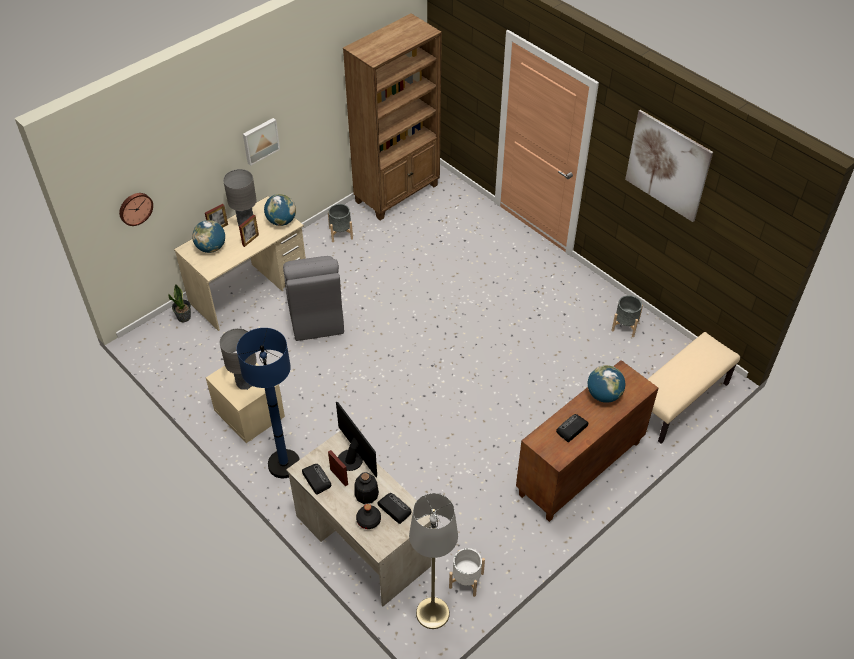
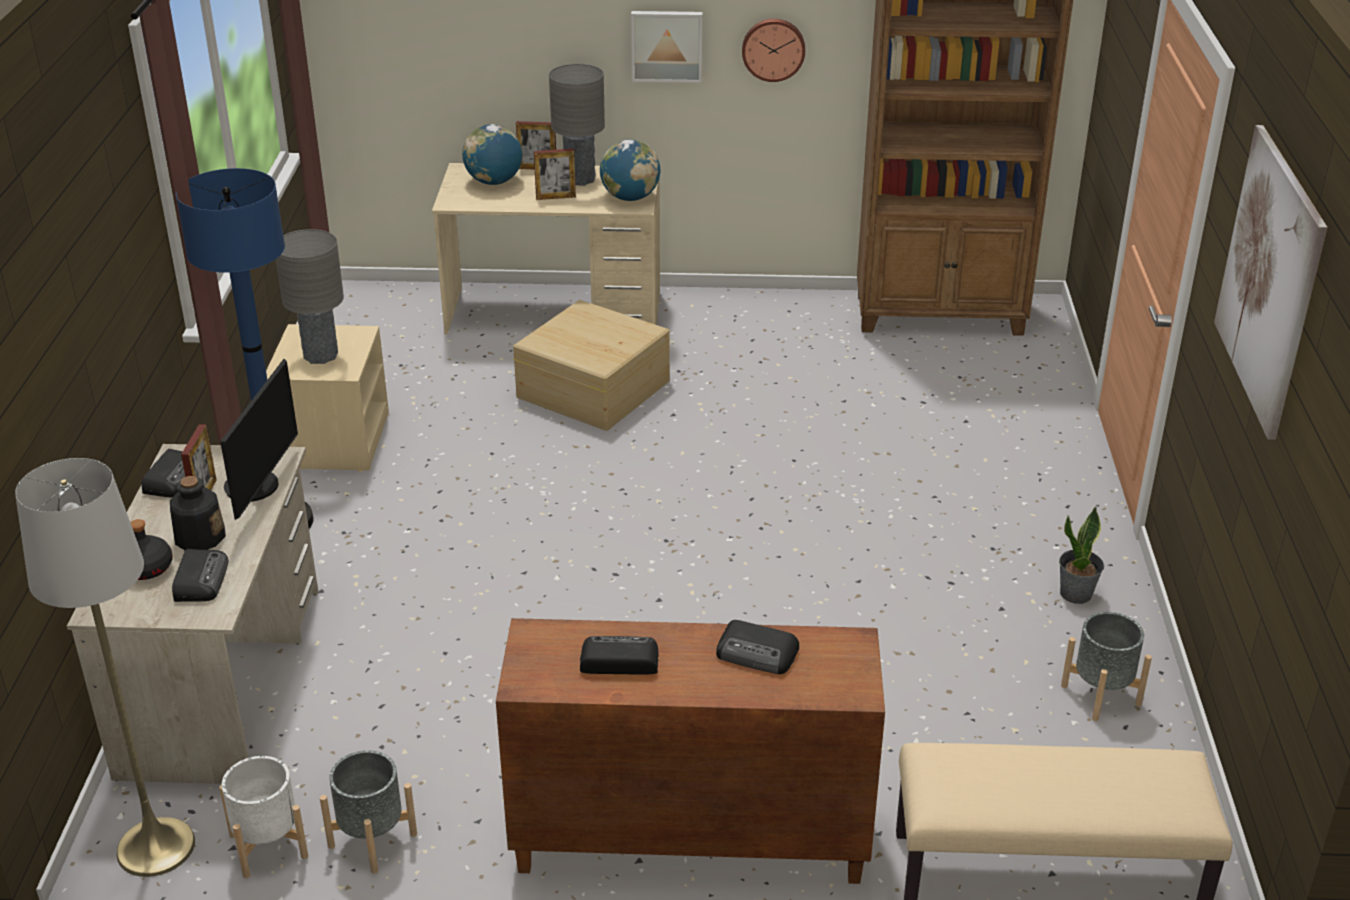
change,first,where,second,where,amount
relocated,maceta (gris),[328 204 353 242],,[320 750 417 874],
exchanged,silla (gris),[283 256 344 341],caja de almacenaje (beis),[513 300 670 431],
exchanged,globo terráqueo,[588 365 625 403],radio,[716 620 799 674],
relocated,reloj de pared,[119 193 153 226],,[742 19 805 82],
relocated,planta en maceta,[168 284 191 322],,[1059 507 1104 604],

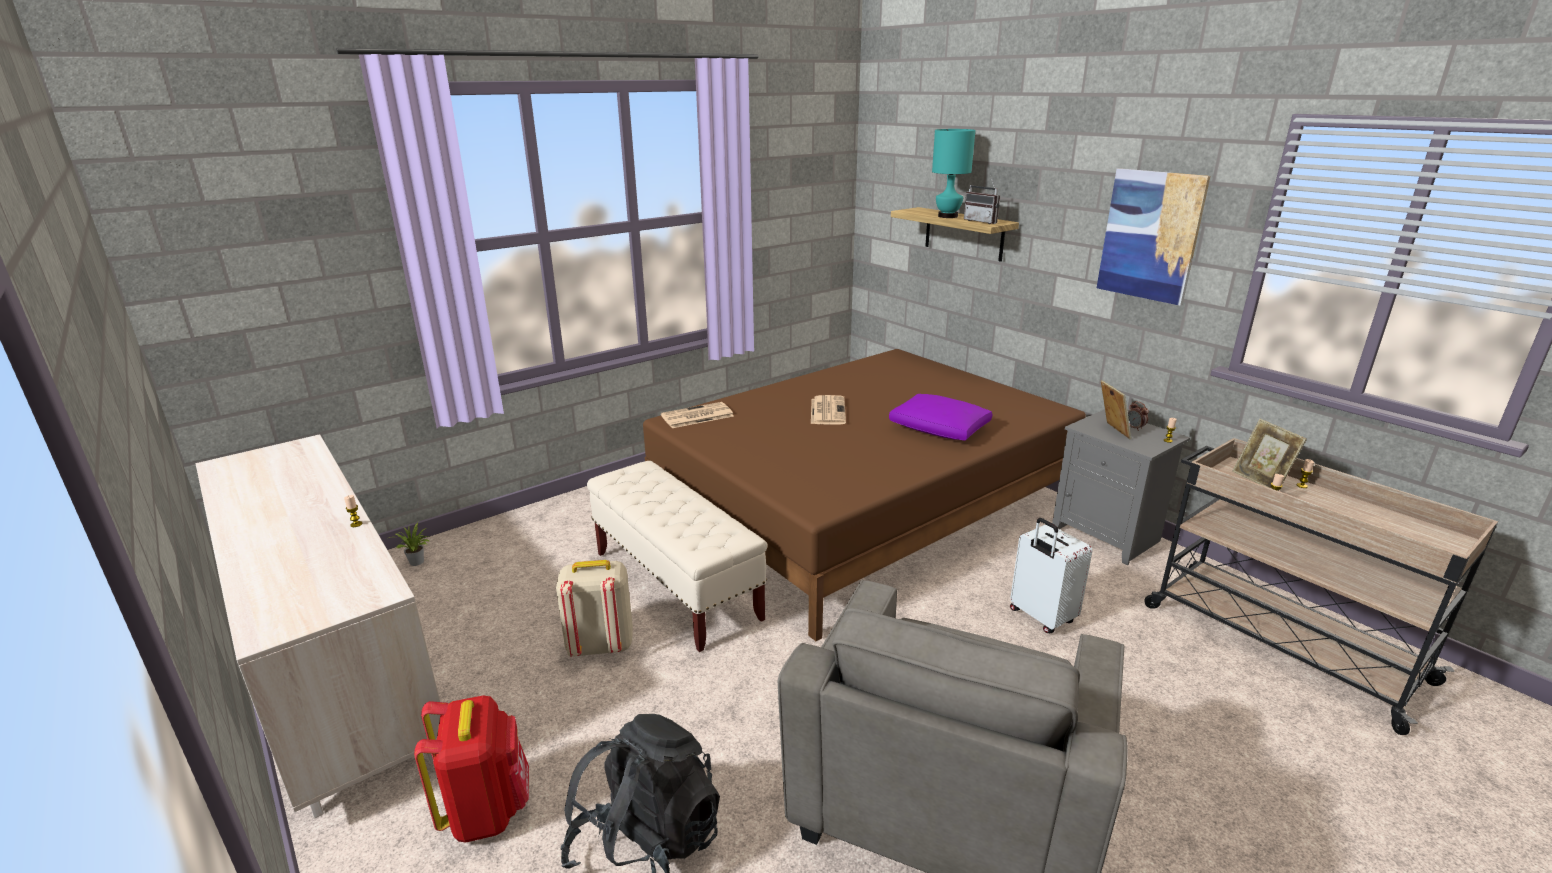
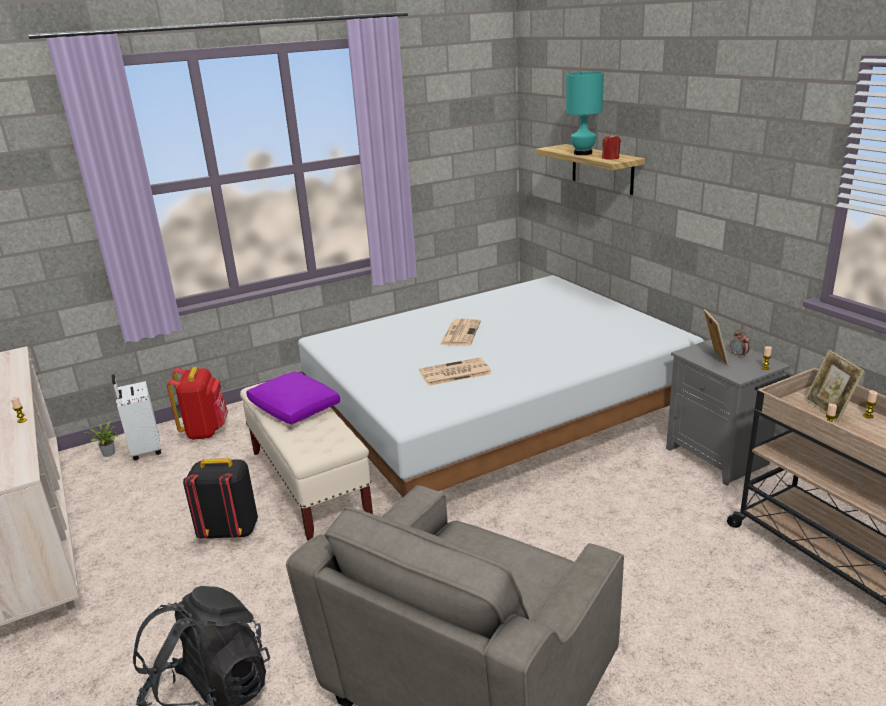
change,first,where,second,where,amount
relocated,maleta (blanco),[1010 518 1092 633],,[112 374 162 460],
relocated,mochila (rojo),[414 696 529 843],,[167 367 228 440],
colour,mochila (beis),[556 560 633 657],mochila (negro),[183 458 258 539],
relocated,cojín (morado),[889 394 992 441],,[246 372 340 425],
colour,cama (marrón),[643 349 1086 641],cama (blanco),[298 275 704 497],
relocated,periódico,[661 402 734 428],,[419 357 492 386],
exchanged,radio,[964 177 1000 224],vela (rojo),[602 134 621 160],
missing,cuadro,[1097 168 1210 306],,,

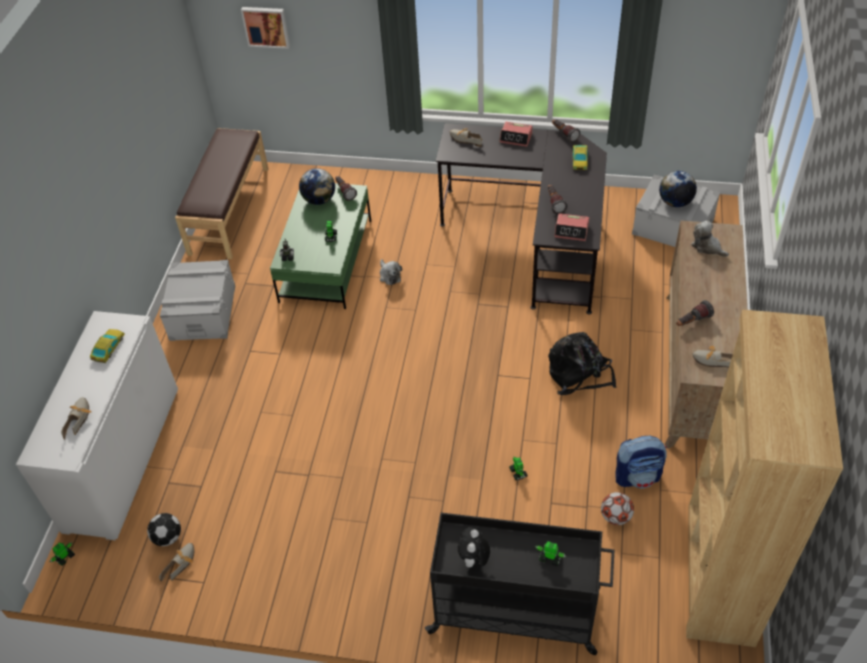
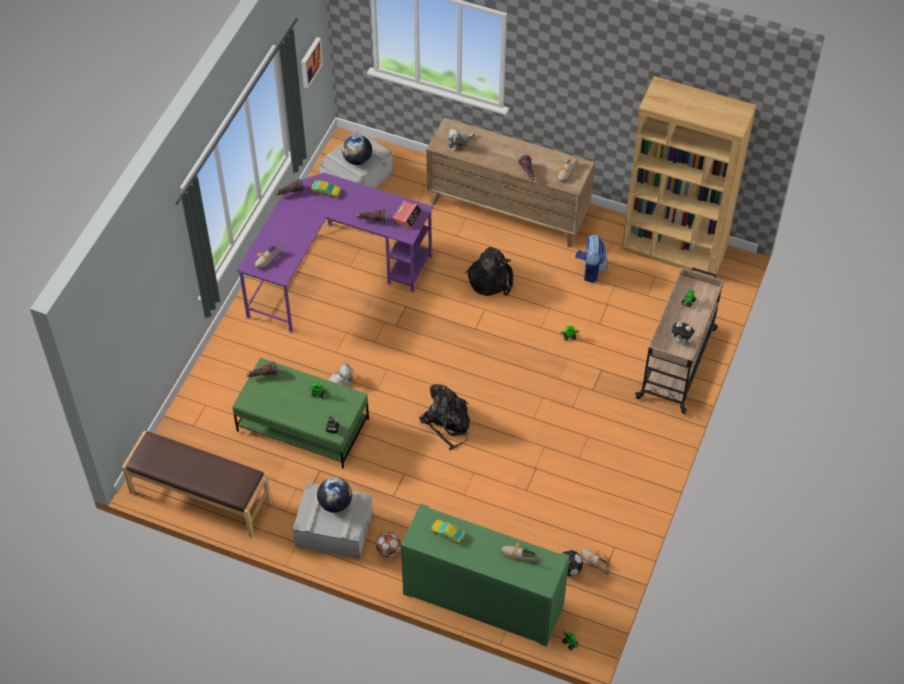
change,first,where,second,where,amount
colour,escritorio (negro),[436 123 607 315],escritorio (morado),[237 173 433 333],
relocated,cuadro,[241 7 290 49],,[301 37 323 88],
relocated,globo terráqueo,[299 168 335 205],,[317 477 352 513],
relocated,balón de fútbol,[601 492 634 525],,[375 532 401 558],
colour,armario (blanco),[16 311 178 540],armario (verde),[401 504 570 647],
appeared,,,mochila (negro),[419 384 470 450],
colour,carrito (negro),[425 513 614 655],carrito (beis),[635 267 723 414],
missing,despertador,[499 122 533 147],,,

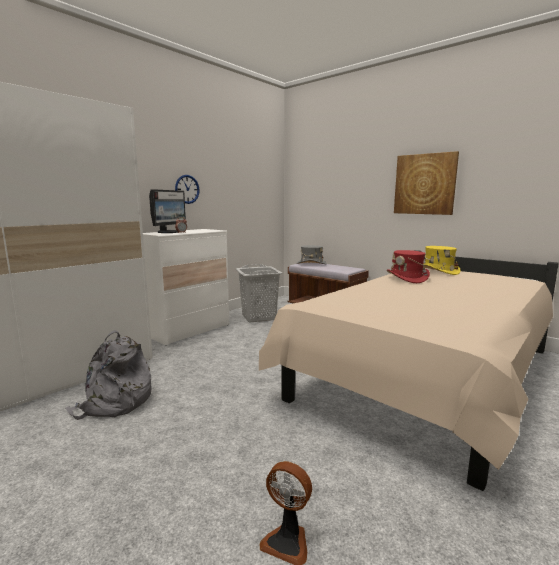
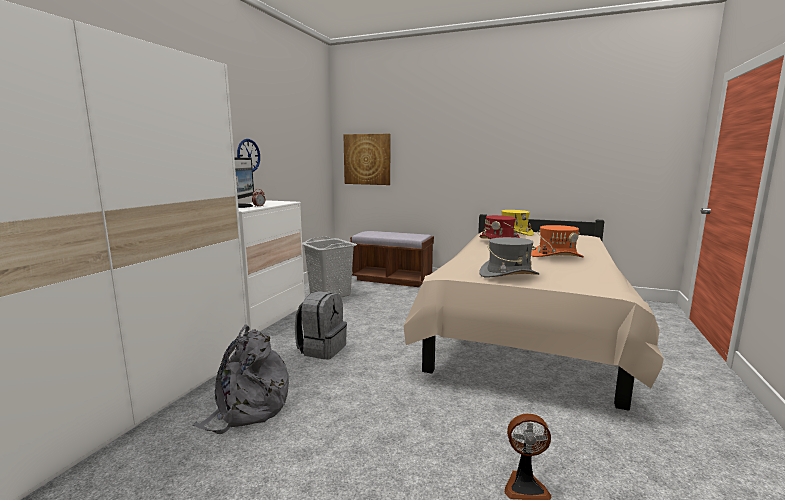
change,first,where,second,where,amount
appeared,,,mochila (gris),[295 291 347 360],
relocated,cuadro,[394 151 459 215],,[343 134 390 185],
relocated,sombrero (gris),[297 245 327 264],,[479 237 540 278],
appeared,,,sombrero (naranja),[531 225 584 257],

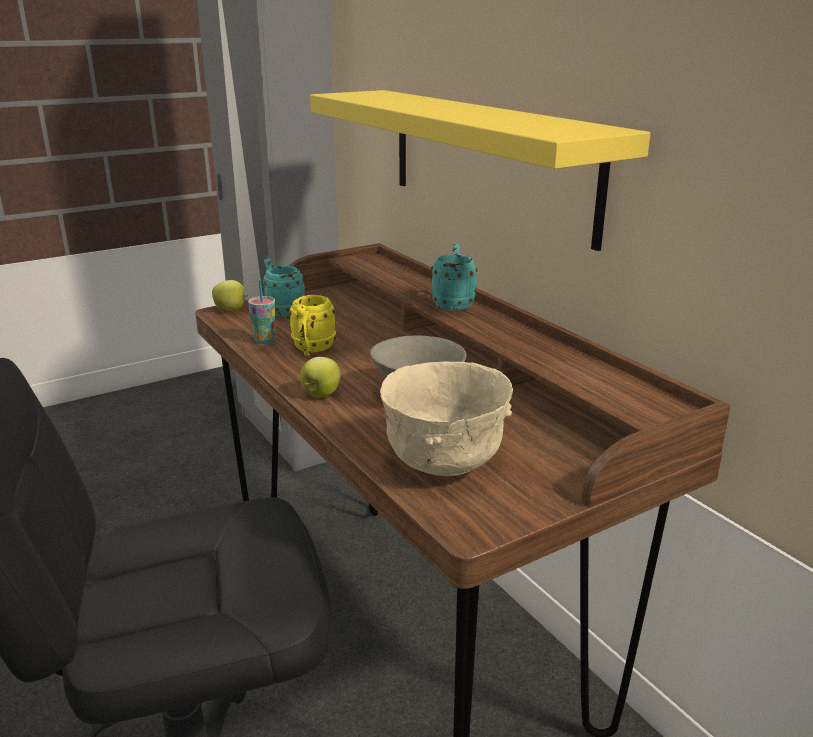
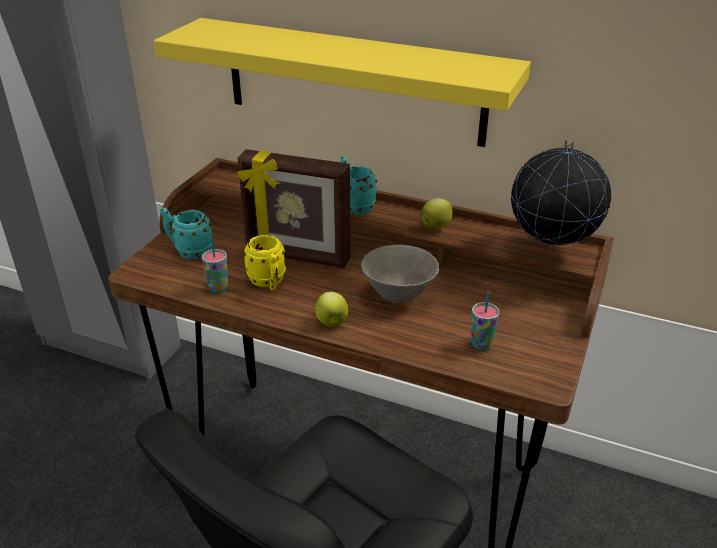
change,first,where,second,where,amount
appeared,,,portarretratos,[237 149 351 268],
relocated,manzana,[212 280 248 311],,[420 198 452 228],
exchanged,cuenco (beis),[380 361 513 476],taza,[471 292 500 351],
appeared,,,globo terráqueo,[511 140 611 251],

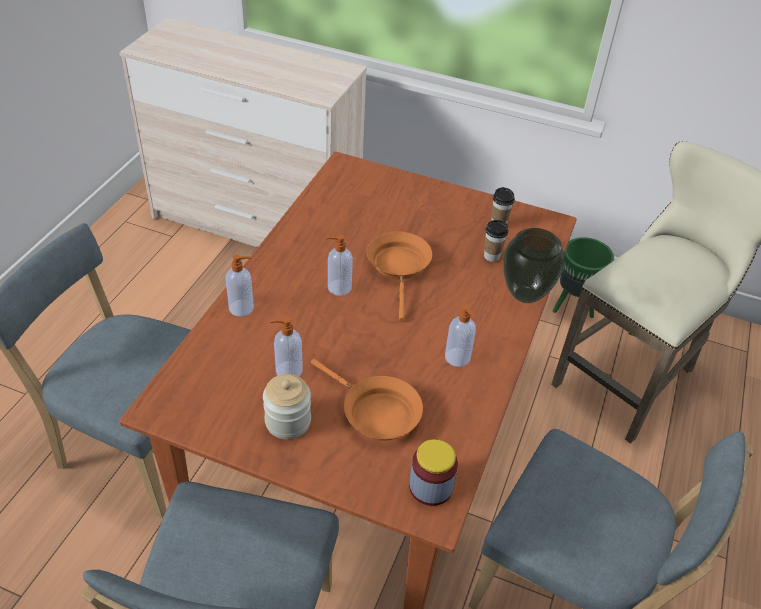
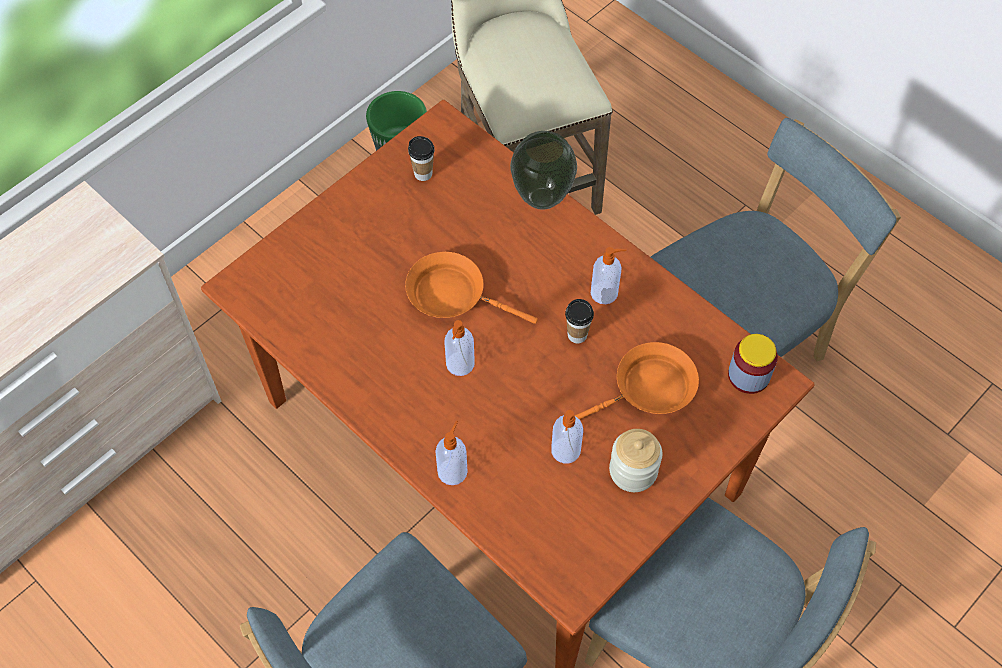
change,first,where,second,where,amount
relocated,taza,[484 220 509 262],,[565 299 594 343],

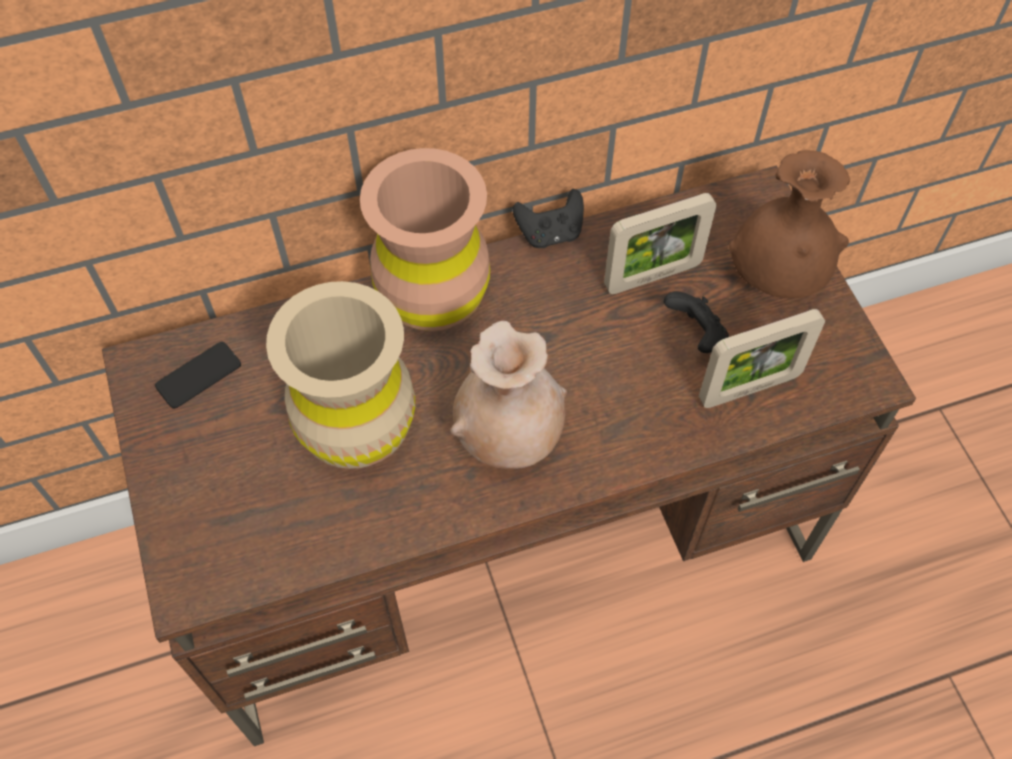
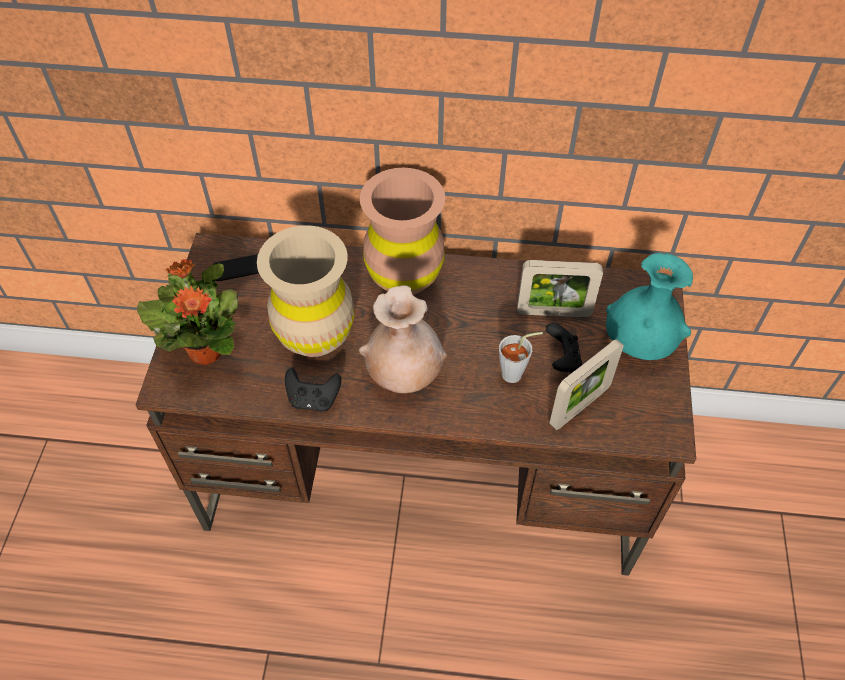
change,first,where,second,where,amount
appeared,,,planta en maceta,[137 259 238 365],
relocated,mando de consola (negro),[513 189 584 248],,[285 368 341 412],
appeared,,,taza (gris),[499 332 543 383],
spun,portarretratos,[699 309 825 408],,[549 339 624 430],45 degrees counterclockwise
colour,florero (marrón),[729 150 850 299],florero (turquesa),[606 253 693 360],

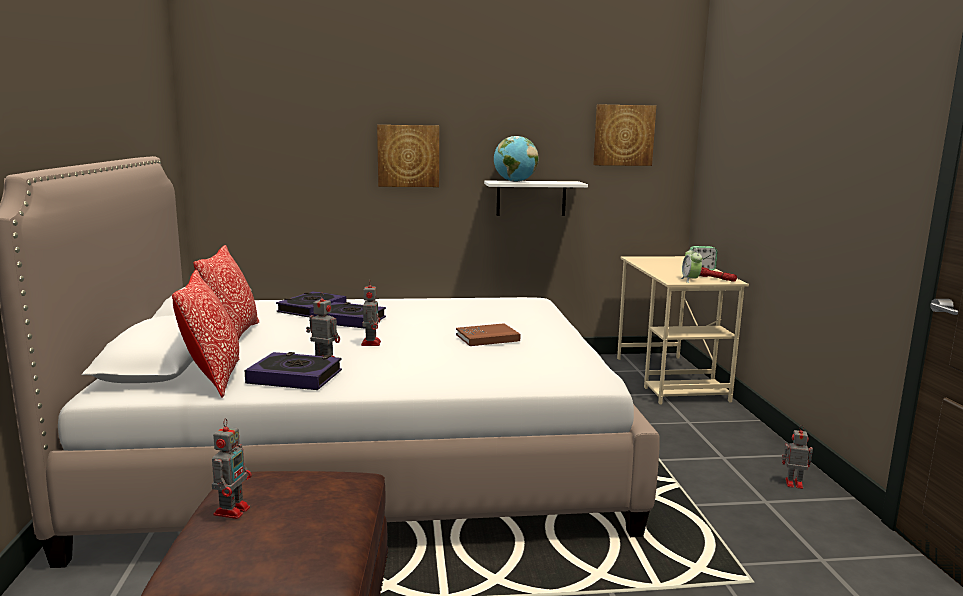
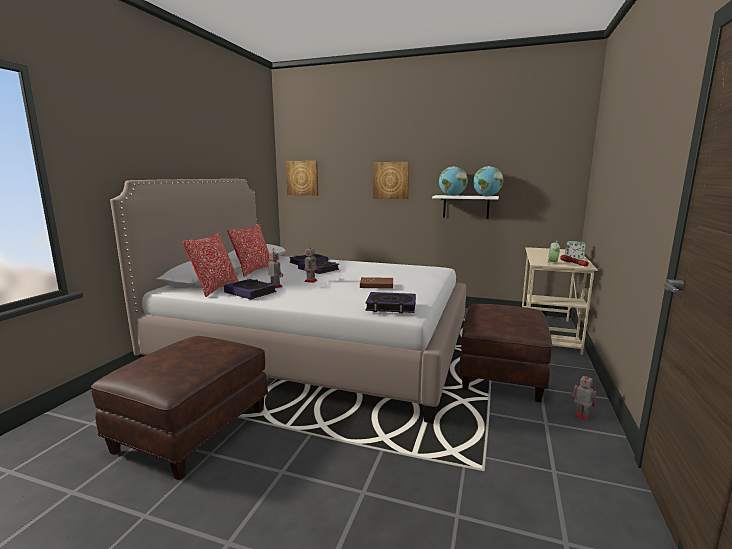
change,first,where,second,where,amount
relocated,cuadro,[593 104 656 166],,[286 161 318 195],
appeared,,,libro,[366 292 416 313],
appeared,,,puf (marrón),[458 304 552 402],
appeared,,,globo terráqueo,[473 166 503 196],
missing,robot de juguete,[212 418 252 519],,,

